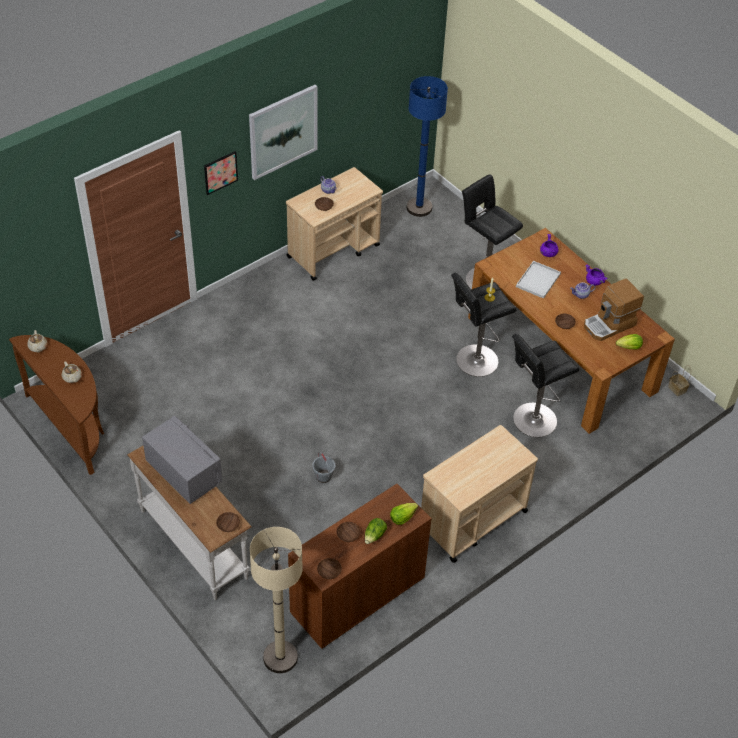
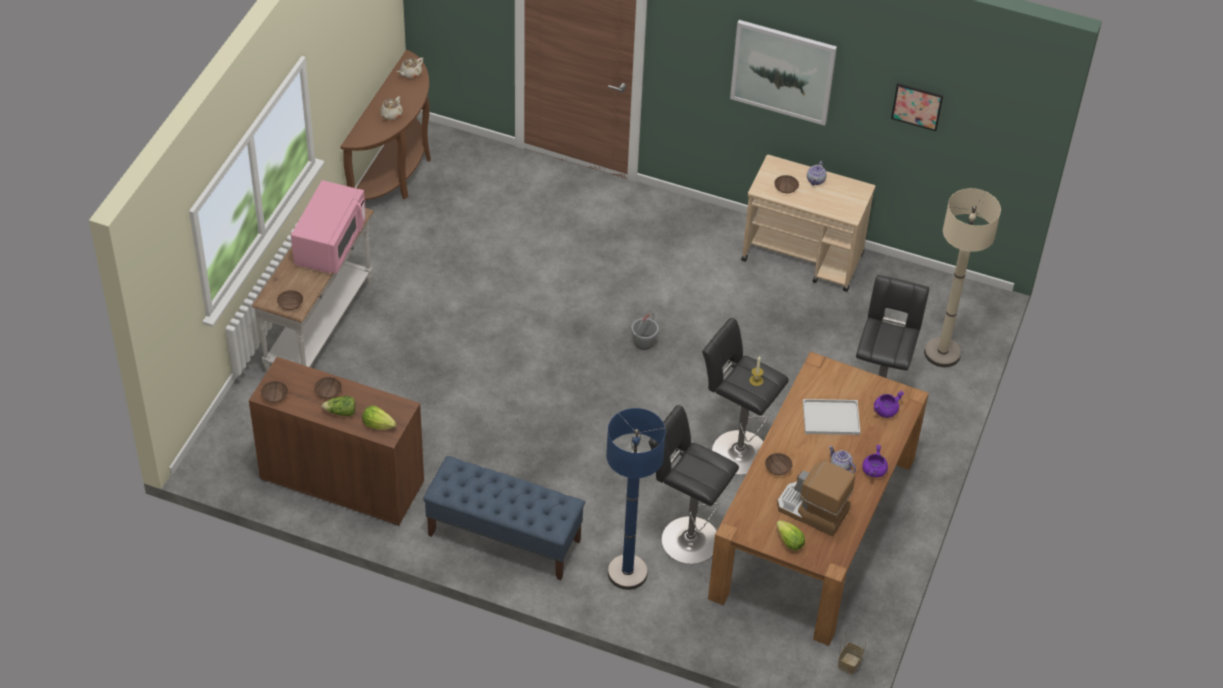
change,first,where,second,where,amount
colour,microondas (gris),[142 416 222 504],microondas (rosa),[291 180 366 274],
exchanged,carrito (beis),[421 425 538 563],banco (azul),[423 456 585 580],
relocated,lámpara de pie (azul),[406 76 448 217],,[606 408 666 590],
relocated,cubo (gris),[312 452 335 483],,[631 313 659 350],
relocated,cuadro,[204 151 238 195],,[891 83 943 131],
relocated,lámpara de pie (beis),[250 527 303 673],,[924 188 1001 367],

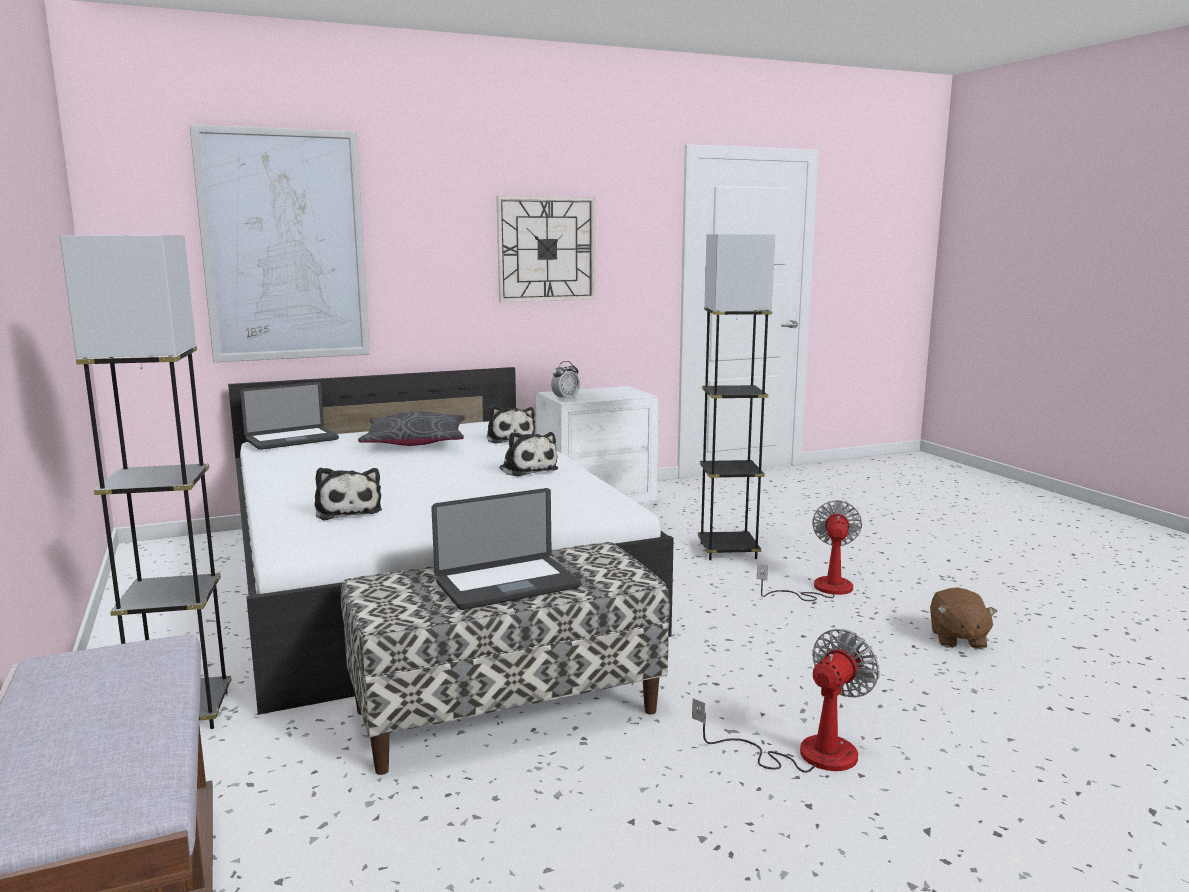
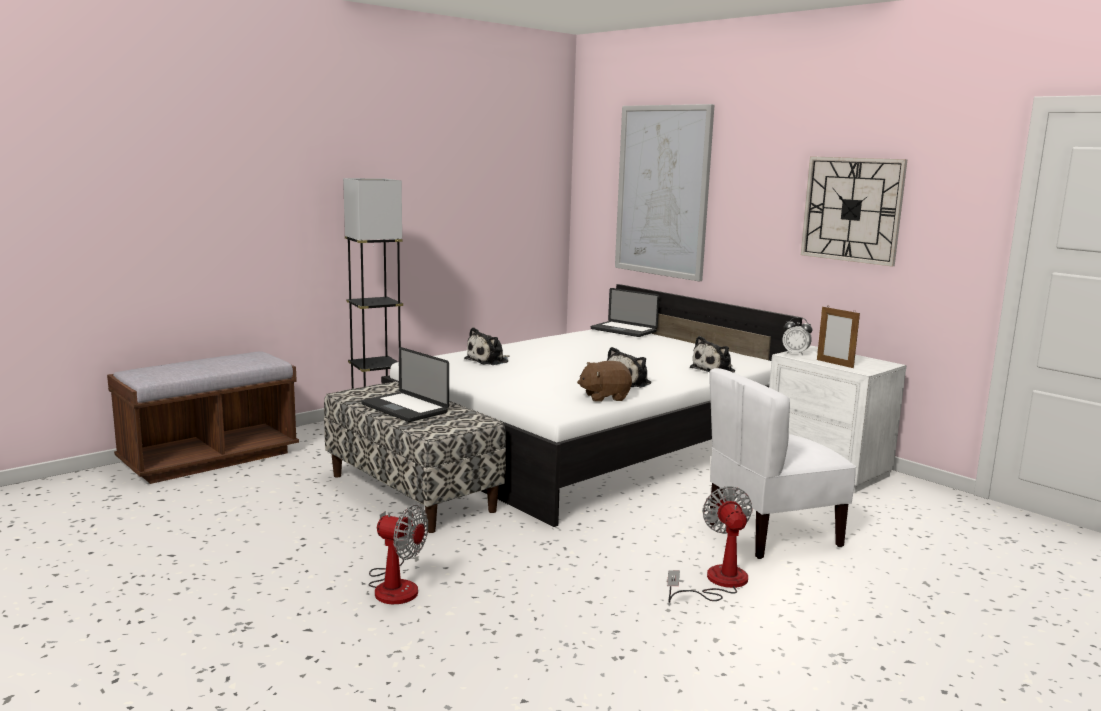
change,first,where,second,where,amount
relocated,peluche (marrón),[930 587 998 649],,[577 361 632 402],
spun,ventilador,[757 500 862 601],,[667 486 753 603],90 degrees counterclockwise
exchanged,lámpara de pie (gris),[698 234 775 560],silla (blanco),[709 368 856 559],
appeared,,,portarretratos,[817 307 860 368],
missing,cojín (gris),[358 411 465 446],,,

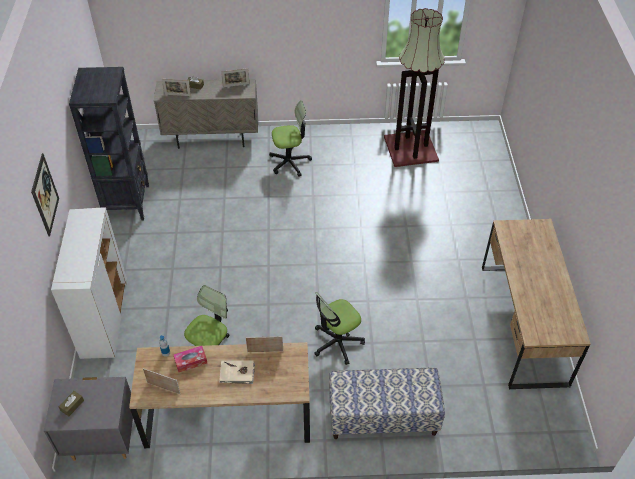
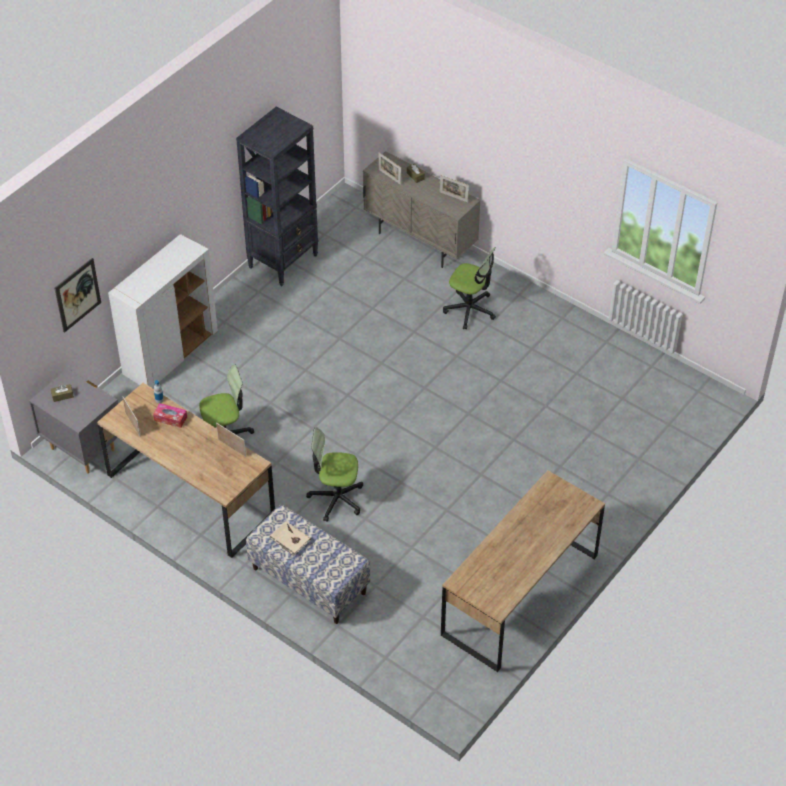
change,first,where,second,where,amount
relocated,cuadro,[31 153 59 237],,[55 258 101 333],
relocated,libro (beis),[219 360 255 384],,[270 521 311 556],
missing,lámpara de pie,[384 8 445 167],,,

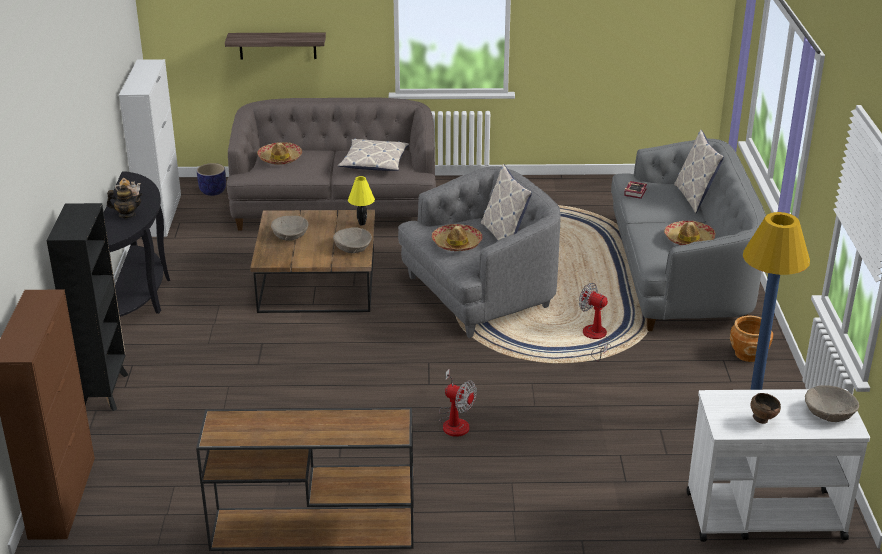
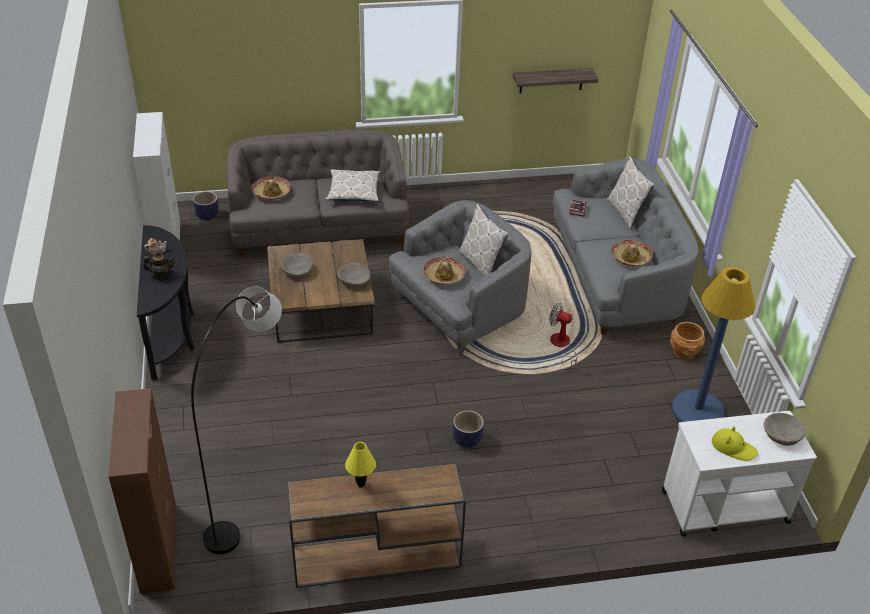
change,first,where,second,where,amount
appeared,,,lámpara de pie (gris),[191 287 282 554],
relocated,lámpara de mesa (amarillo),[348 176 375 225],,[345 442 376 488],
exchanged,ventilador,[439 369 477 437],maceta,[453 410 484 448],
relocated,estante,[225 32 326 60],,[513 68 598 93],
exchanged,cuenco (marrón),[751 393 781 424],sombrero (amarillo),[712 426 758 461],
missing,estantería (negro),[47 203 128 411],,,

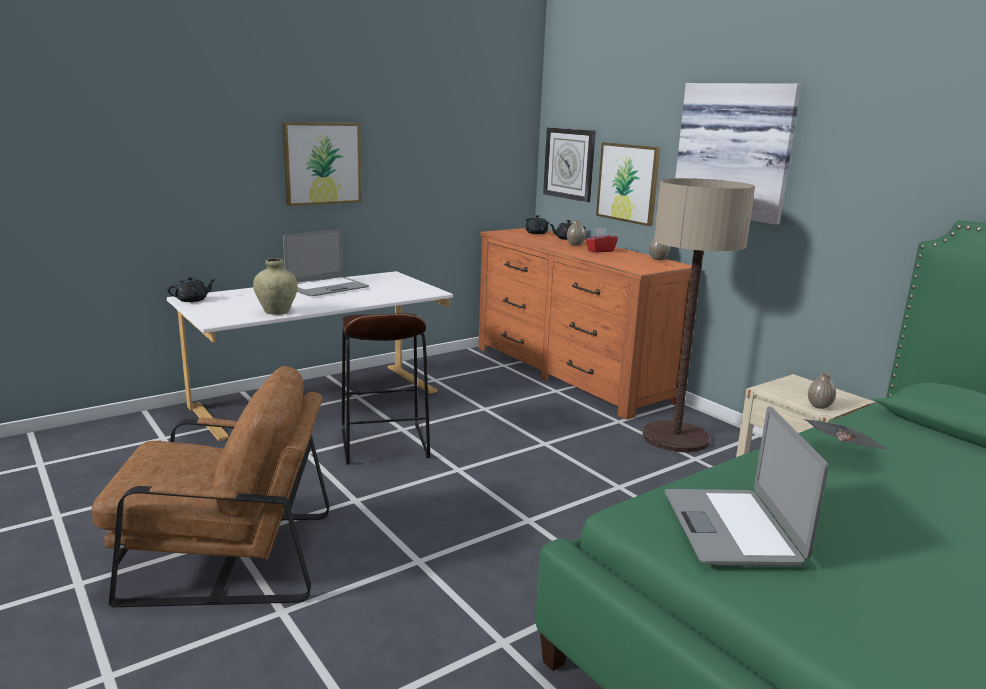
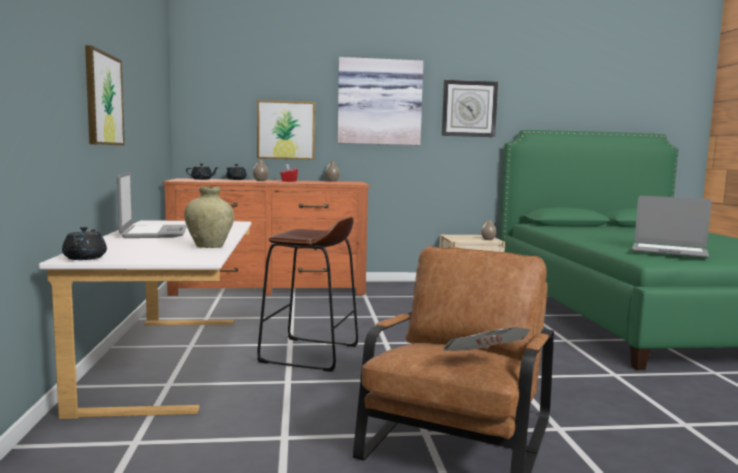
change,first,where,second,where,amount
relocated,reloj de pared,[543 127 596 202],,[442 80 498 137],
relocated,periódico,[804 419 886 449],,[443 327 531 351],
missing,lámpara de pie,[643 178 755 453],,,

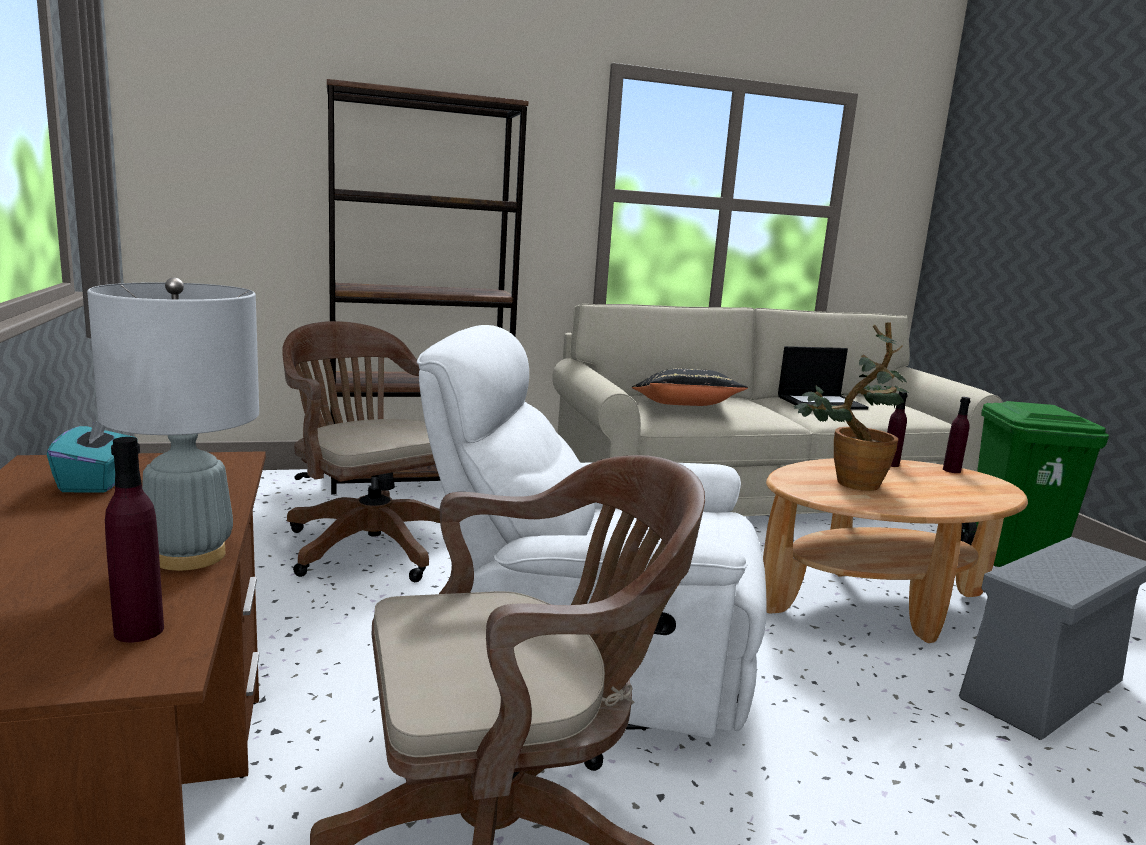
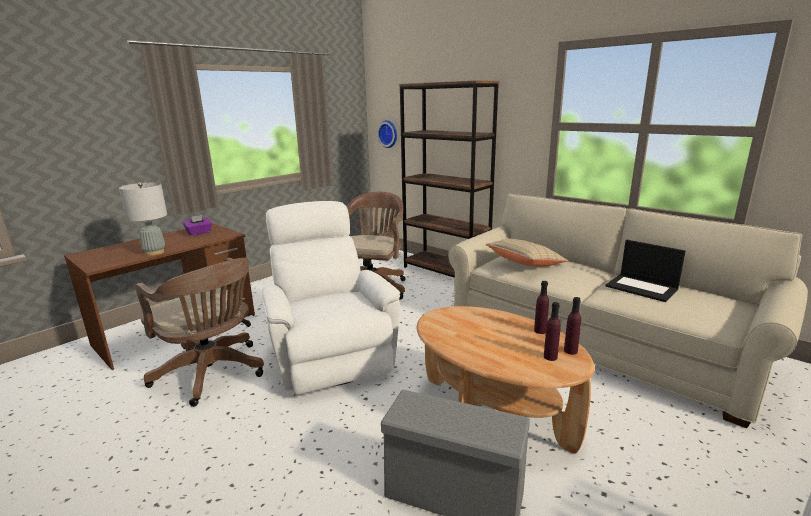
change,first,where,second,where,amount
colour,caja de pañuelos (turquesa),[47 421 138 493],caja de pañuelos (morado),[183 215 212 236],
appeared,,,reloj de pared,[377 120 397 148],
colour,cojín (negro),[632 368 748 406],cojín (beis),[486 239 568 267],
relocated,botella (morado),[105 437 164 642],,[544 302 561 361],
missing,planta en maceta,[793 322 909 491],,,
missing,papelera (verde),[961 401 1109 567],,,

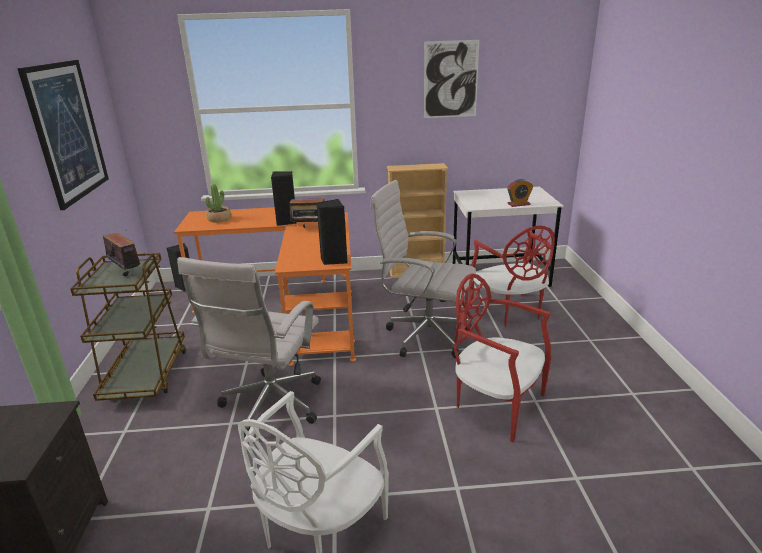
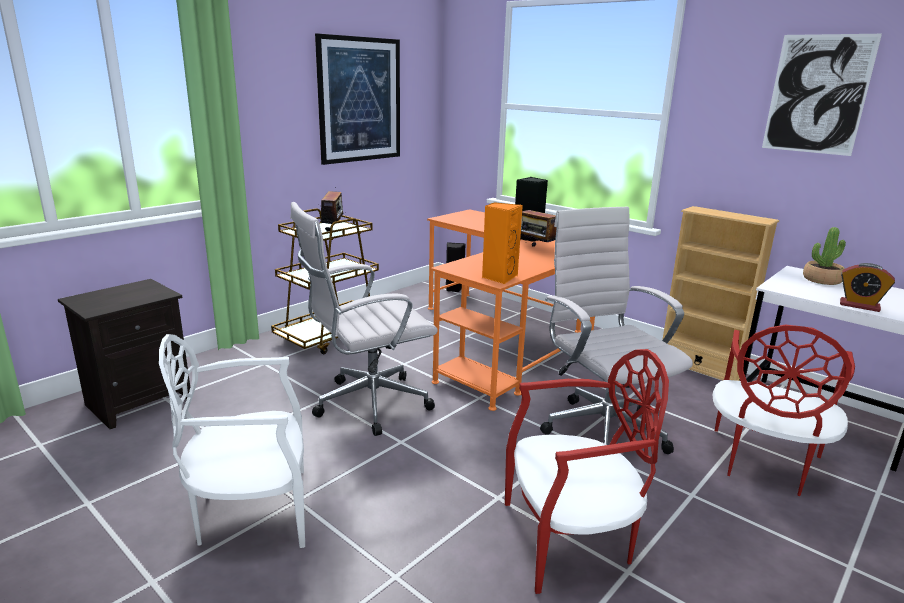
change,first,where,second,where,amount
colour,altavoz (negro),[316 199 348 265],altavoz (naranja),[482 202 523 284],
spun,silla (rojo),[454 273 551 442],,[505 349 669 594],90 degrees clockwise
relocated,planta en maceta,[206 184 231 223],,[803 227 846 285],

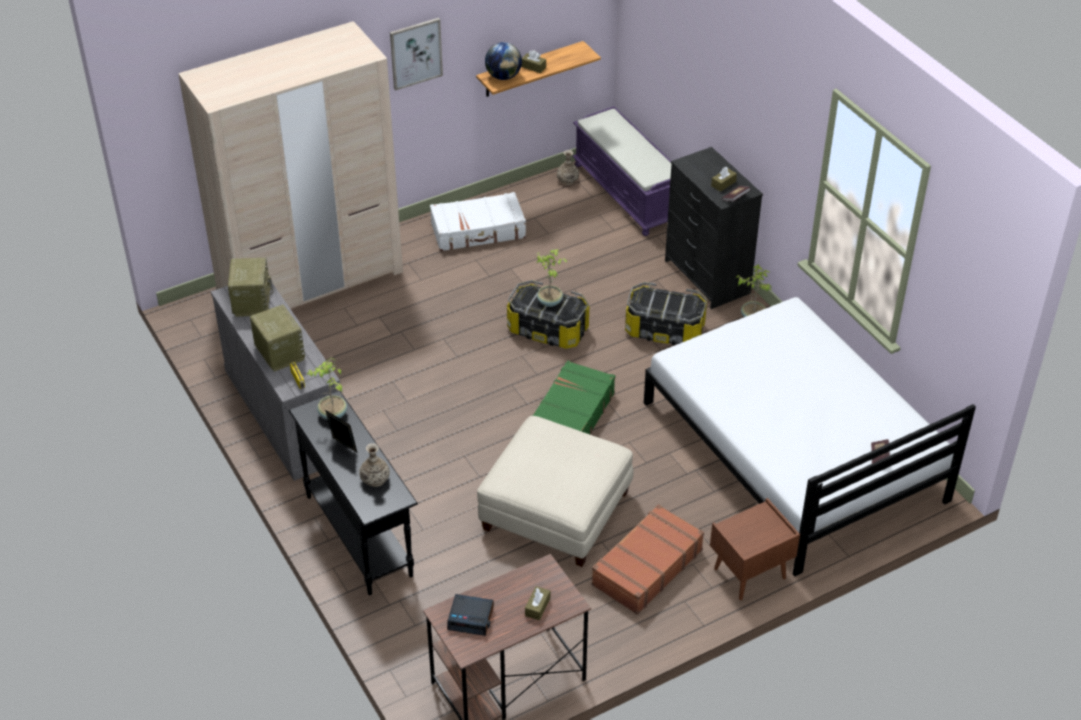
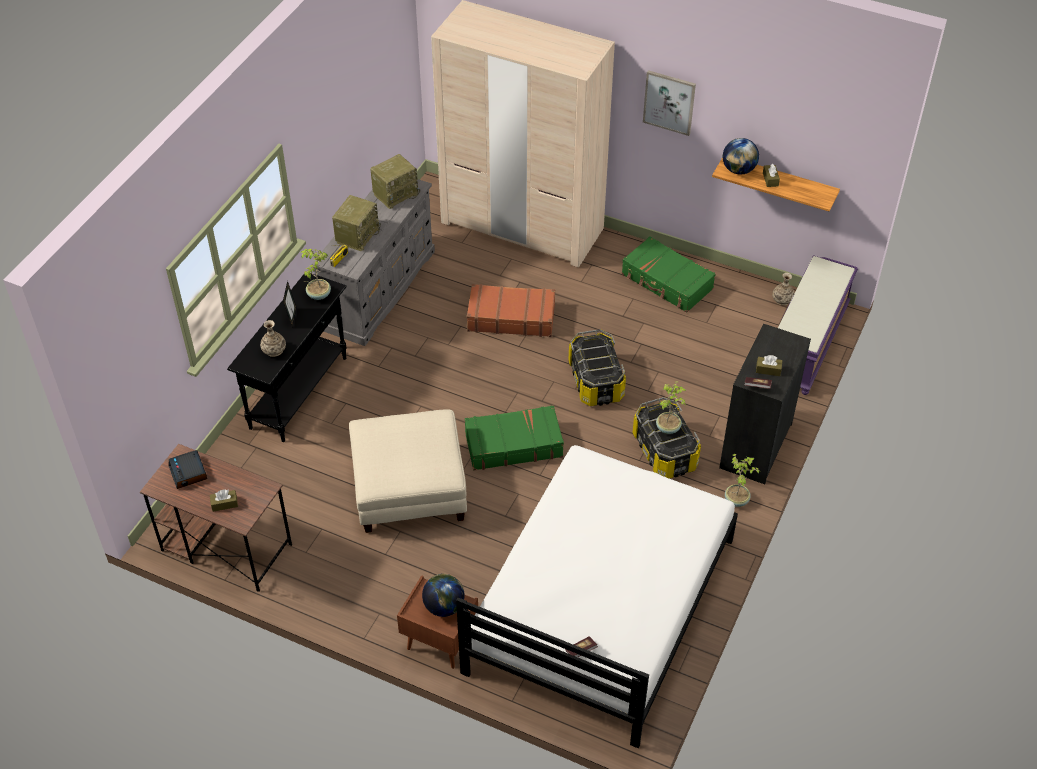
change,first,where,second,where,amount
appeared,,,globo terráqueo,[422 574 465 617],
relocated,maleta (marrón),[592 504 704 615],,[467 284 555 337],
colour,maleta (blanco),[430 192 526 251],maleta (verde),[622 236 716 312],
relocated,planta en maceta,[537 249 567 307],,[656 381 686 434],

